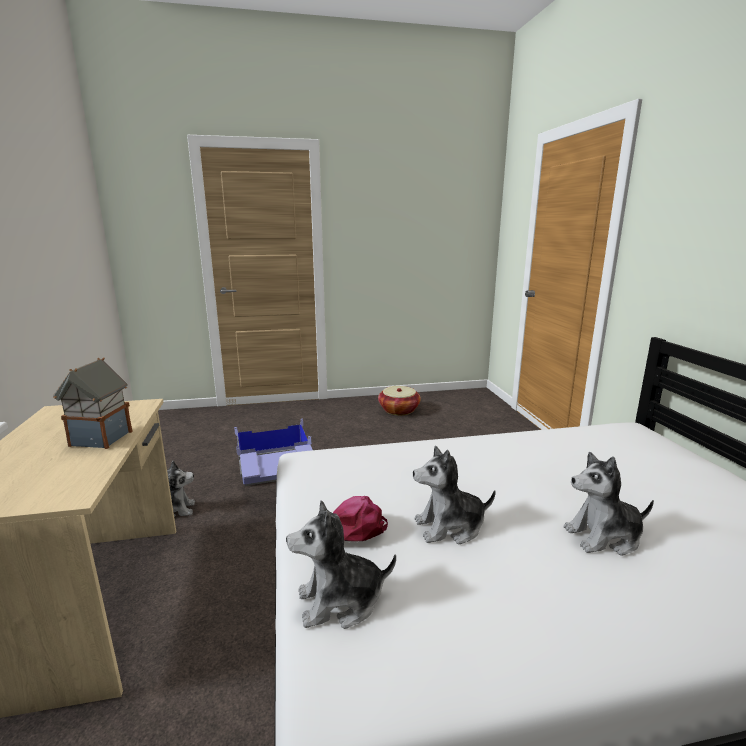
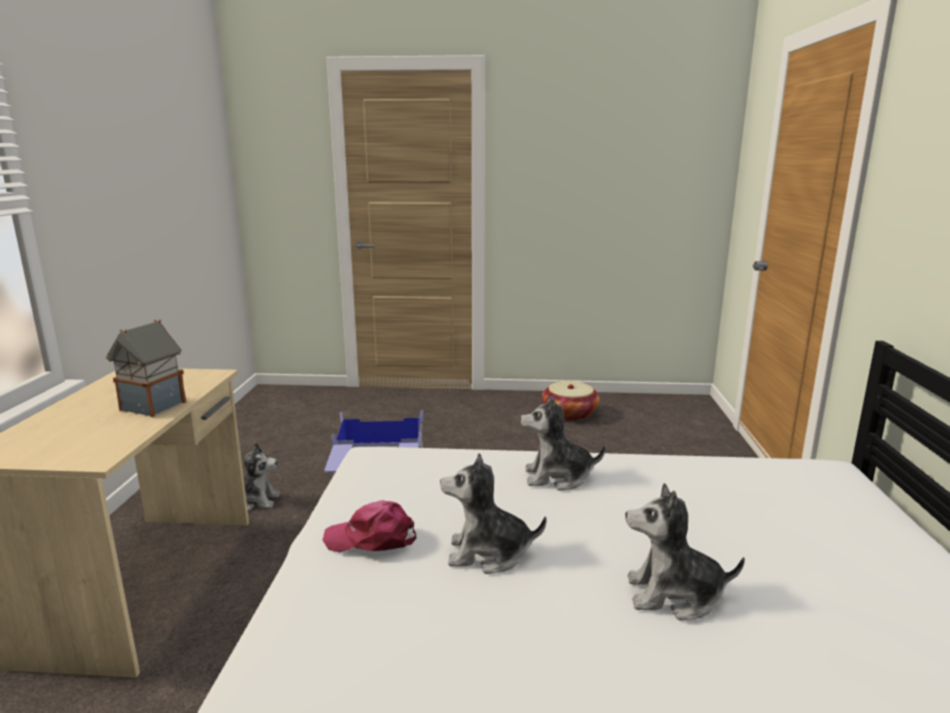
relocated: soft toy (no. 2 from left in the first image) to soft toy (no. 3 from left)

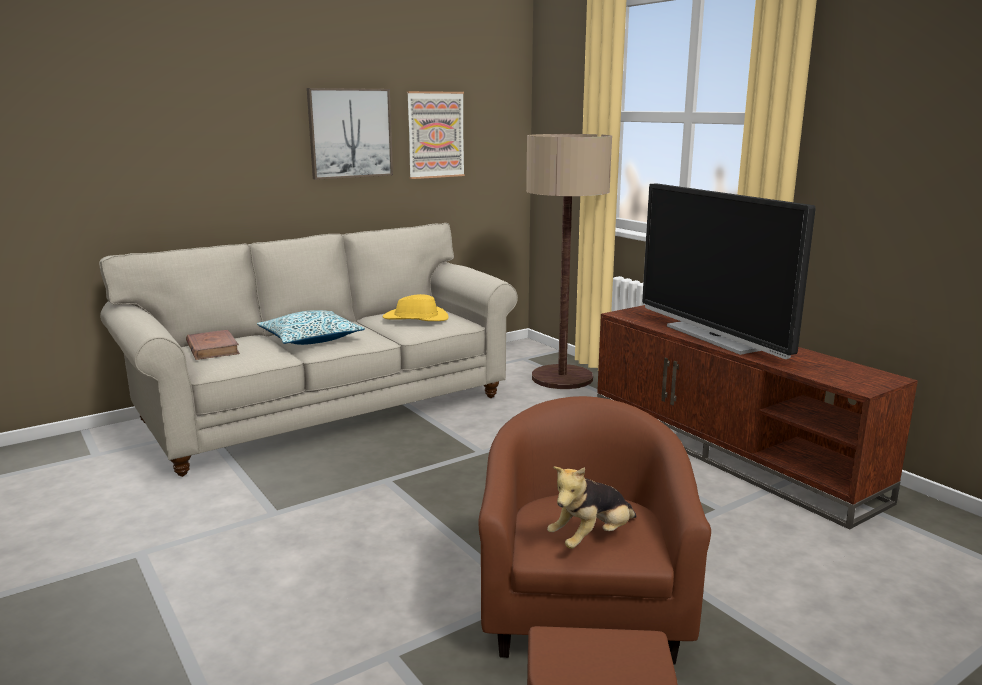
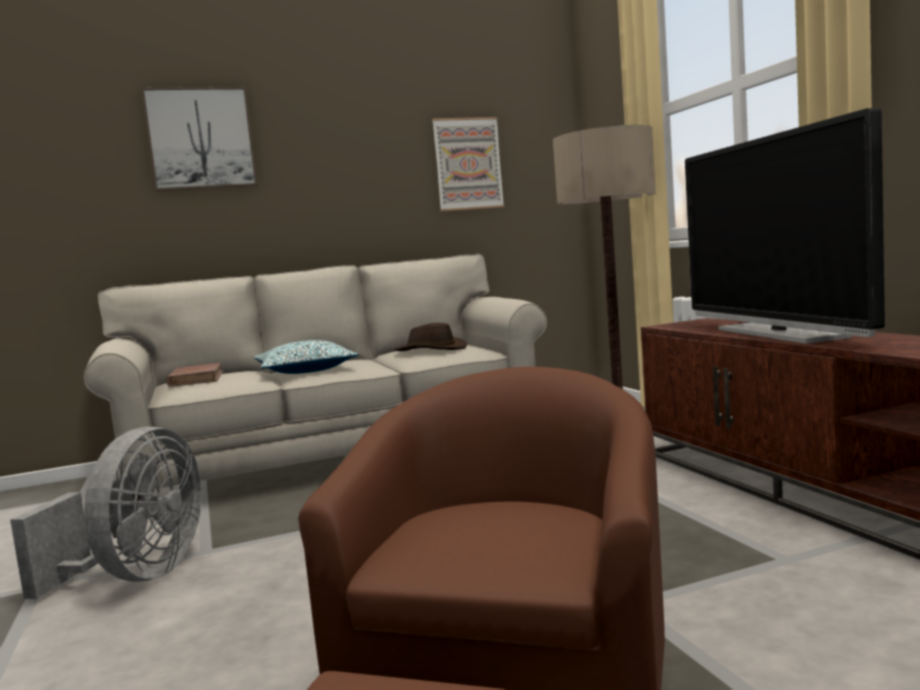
missing: soft toy
appeared: electric fan (gray)
relocated: picture (no. 1 from left)
colour: clothing hat (yellow) to clothing hat (brownish)

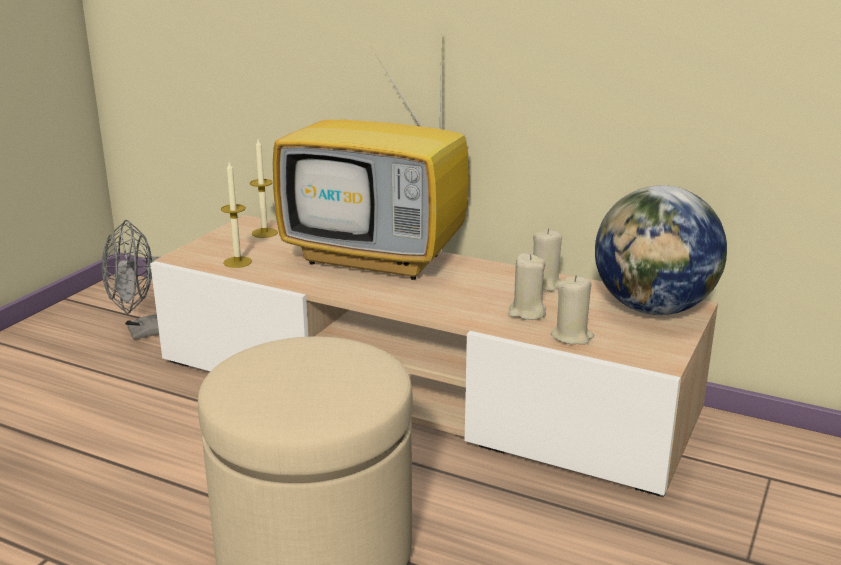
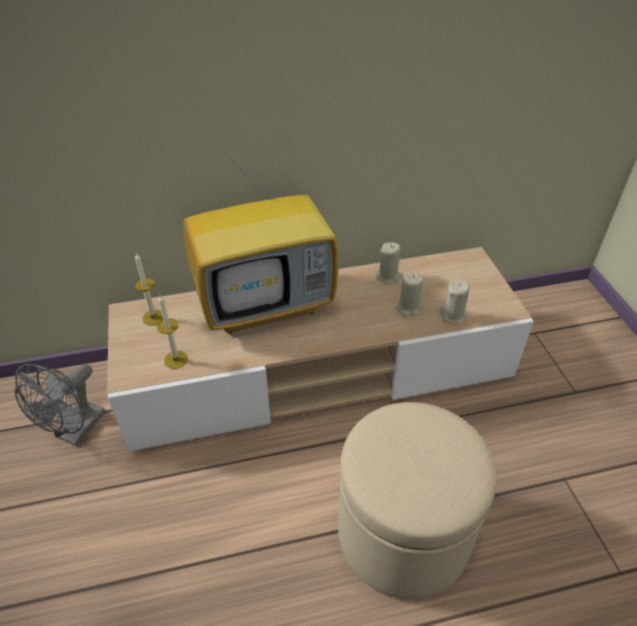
missing: globe

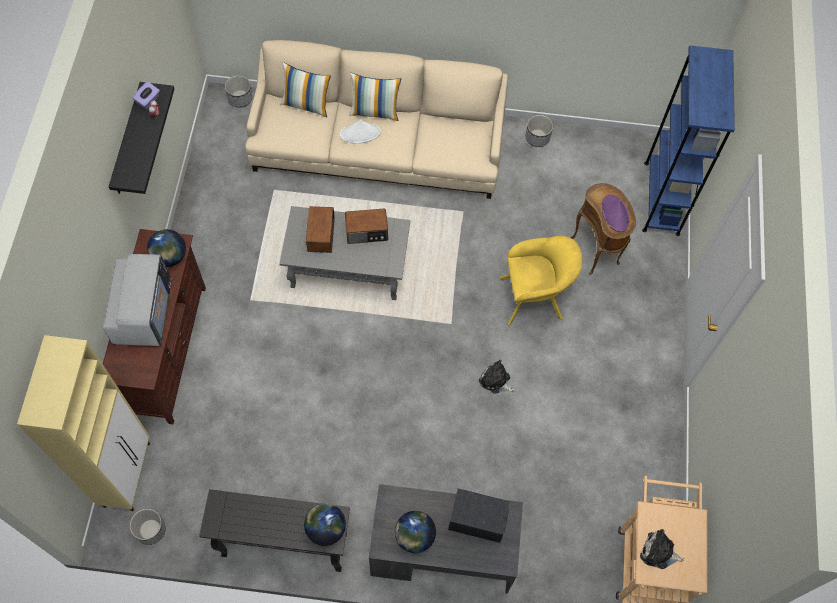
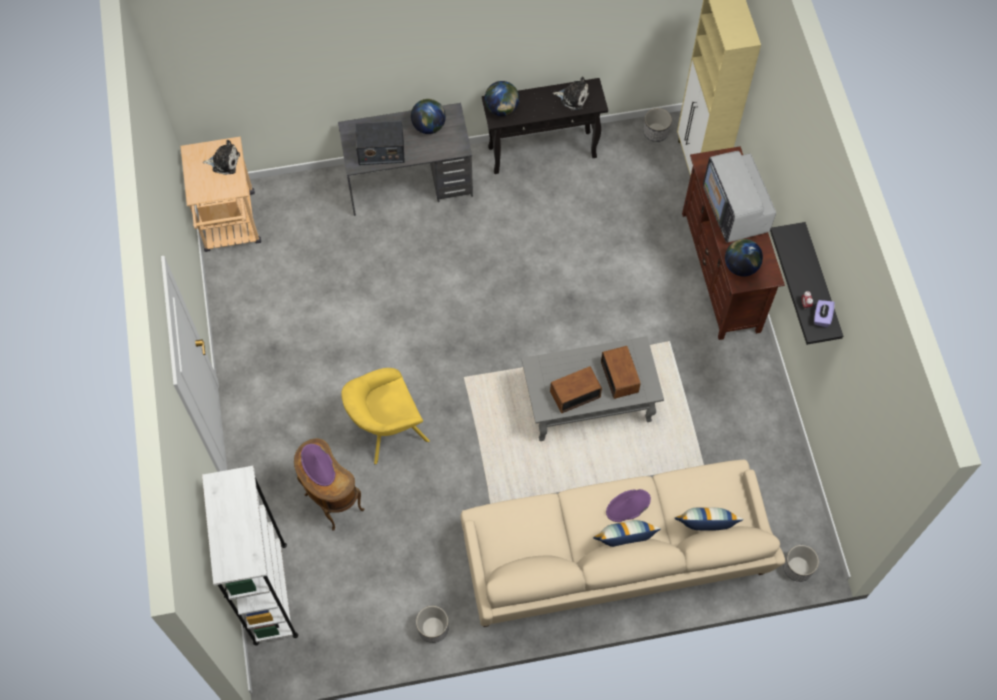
relocated: soft toy (no. 1 from left in the first image) to soft toy (no. 2 from left)
colour: clothing hat (white) to clothing hat (purplish) (no. 2 from left); bookcase (blue) to bookcase (white)

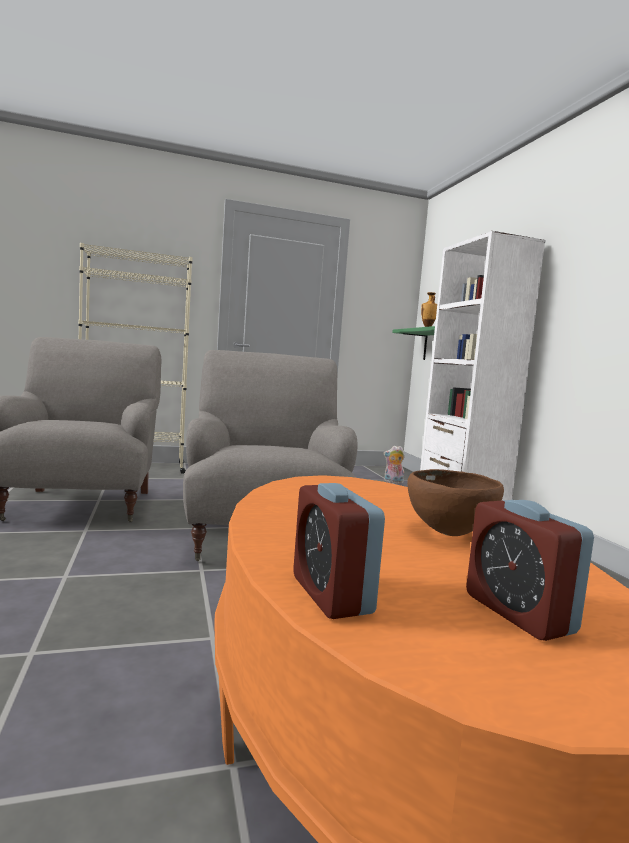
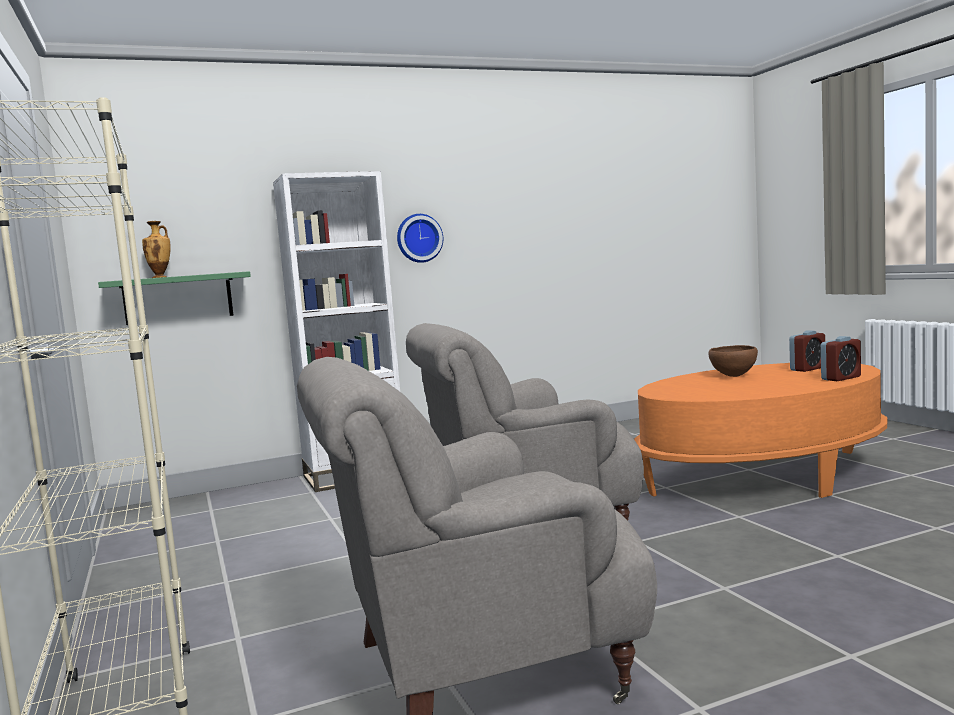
missing: soft toy
appeared: hanging clock

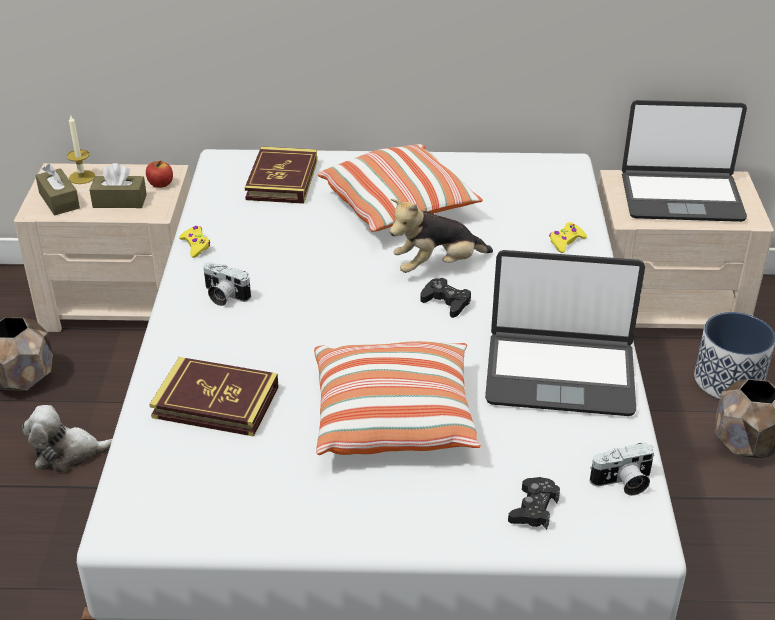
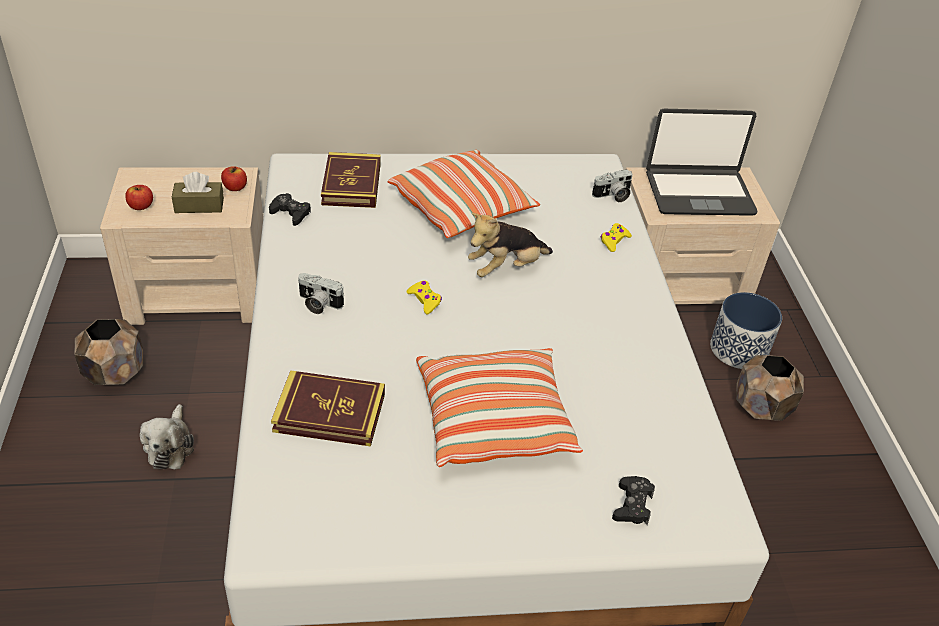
missing: candle; laptop (no. 1 from left)
relocated: game controller (yellow) (no. 1 from left); game controller (blackish) (no. 1 from left); photo camera (no. 2 from left)
exchanged: tissue holder (brownish) (no. 1 from left) to apple (no. 1 from left)
spun: soft toy (no. 1 from left) 75 degrees counterclockwise

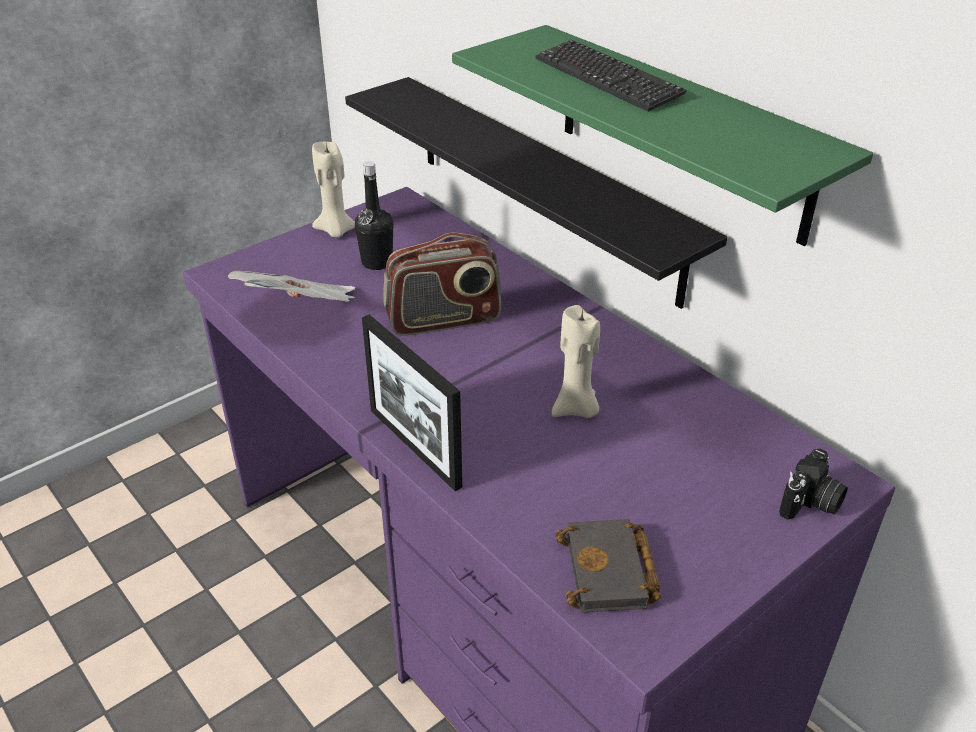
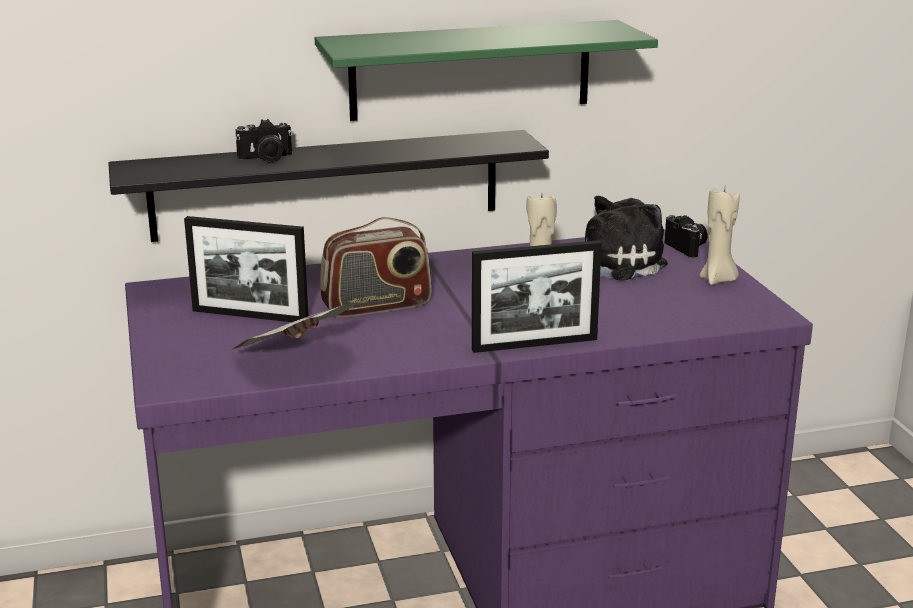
missing: computer keyboard; bound book (blackish)
appeared: photo camera (no. 1 from left); soft toy
relocated: candle (beige) (no. 1 from left in the first image) to candle (beige) (no. 2 from left)
exchanged: bottle (blackish) to standing frame (no. 1 from left)
spun: radio set 60 degrees clockwise

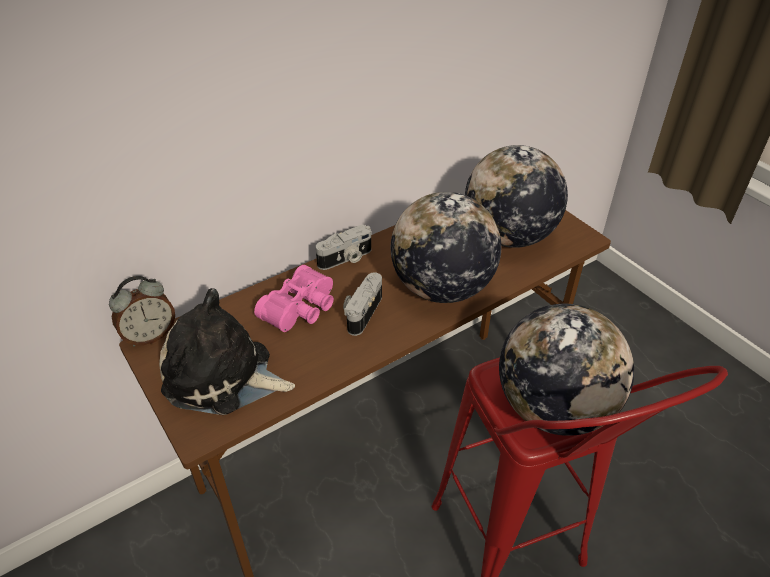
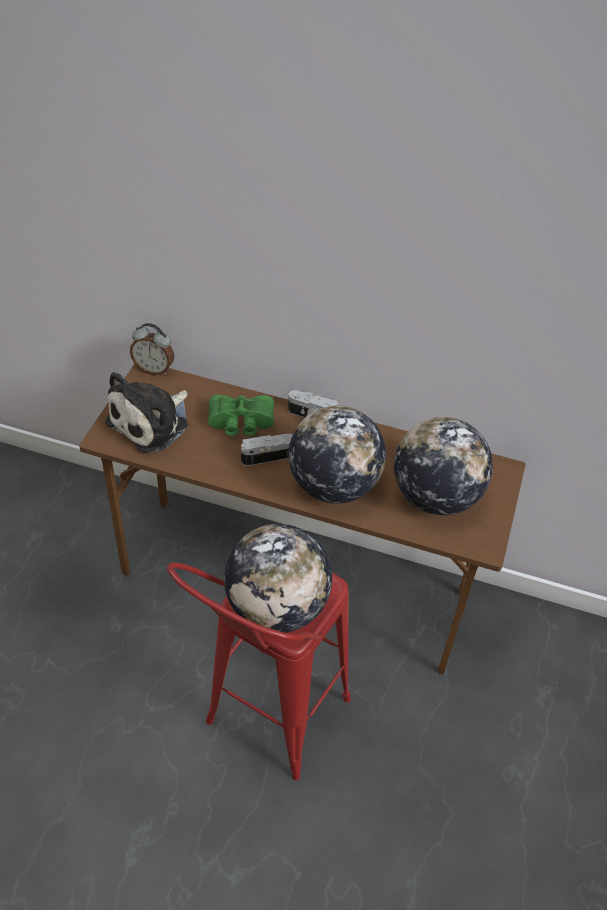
colour: binoculars (pinkish) to binoculars (green-coloured)
spun: soft toy 120 degrees counterclockwise

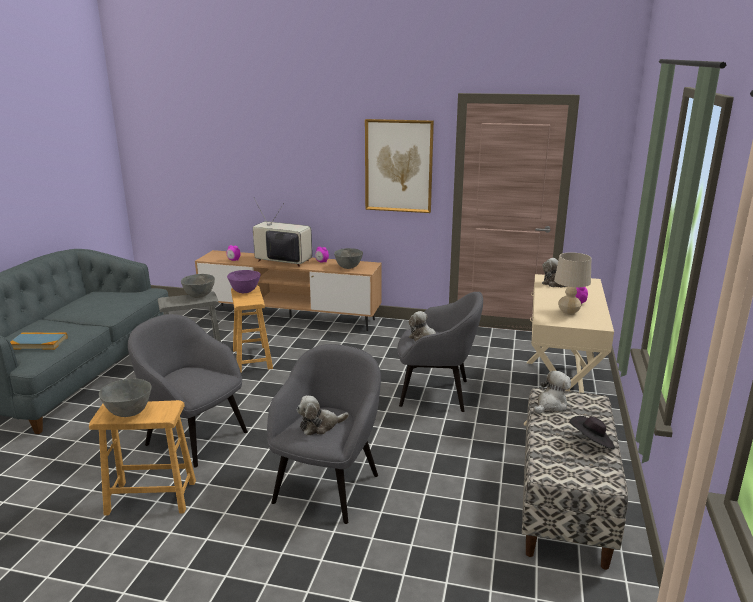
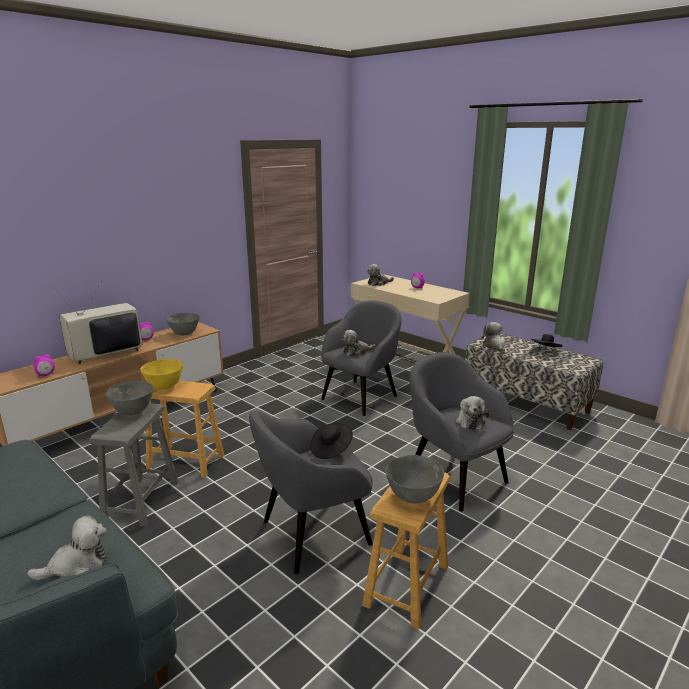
missing: picture; lamp for a table (beige)
appeared: clothing hat (blackish) (no. 1 from left)
exchanged: bound book to soft toy (no. 1 from left)
colour: serving bowl (purplish) to serving bowl (yellow)

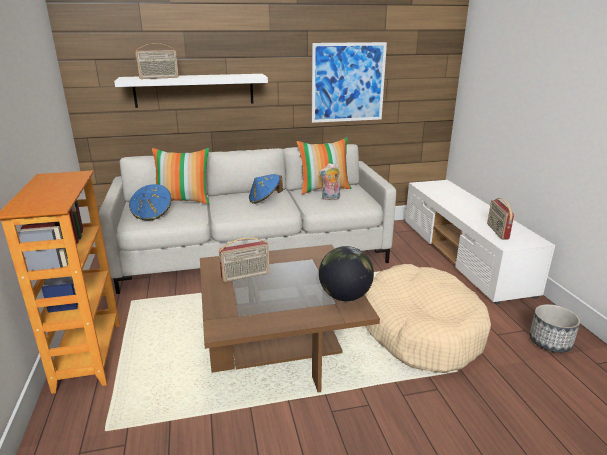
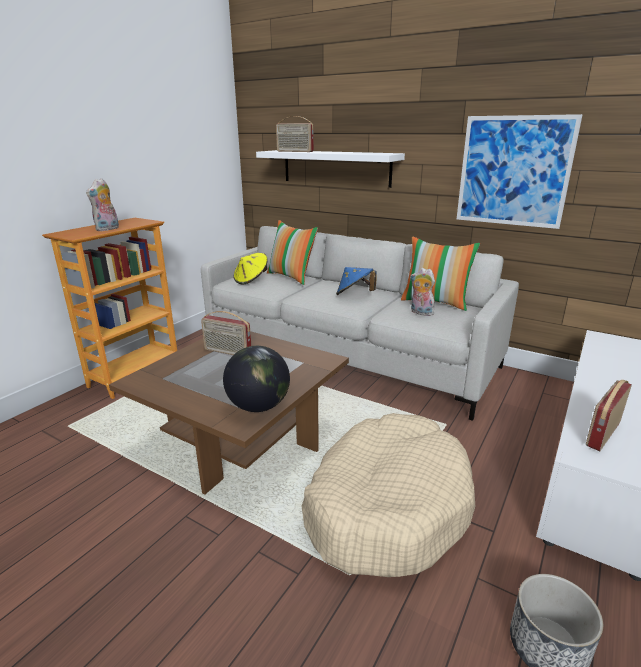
appeared: soft toy (no. 1 from left)
colour: clothing hat (blue) (no. 1 from left) to clothing hat (yellow)

